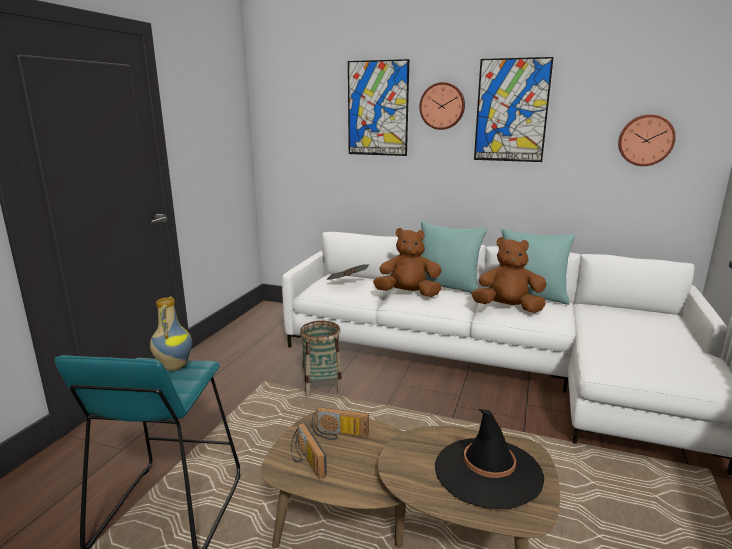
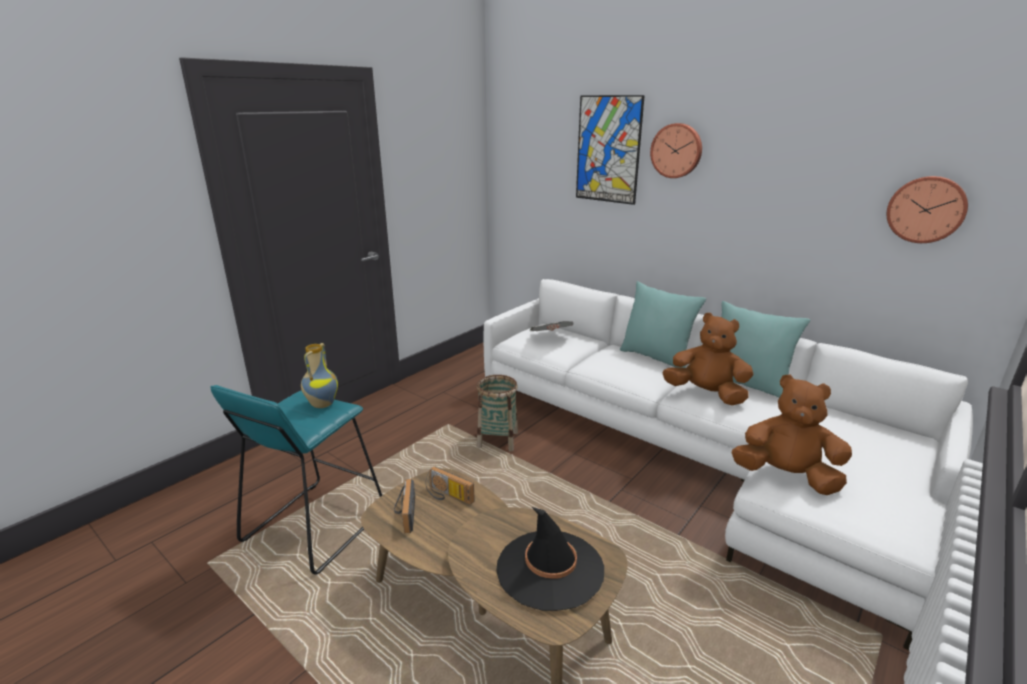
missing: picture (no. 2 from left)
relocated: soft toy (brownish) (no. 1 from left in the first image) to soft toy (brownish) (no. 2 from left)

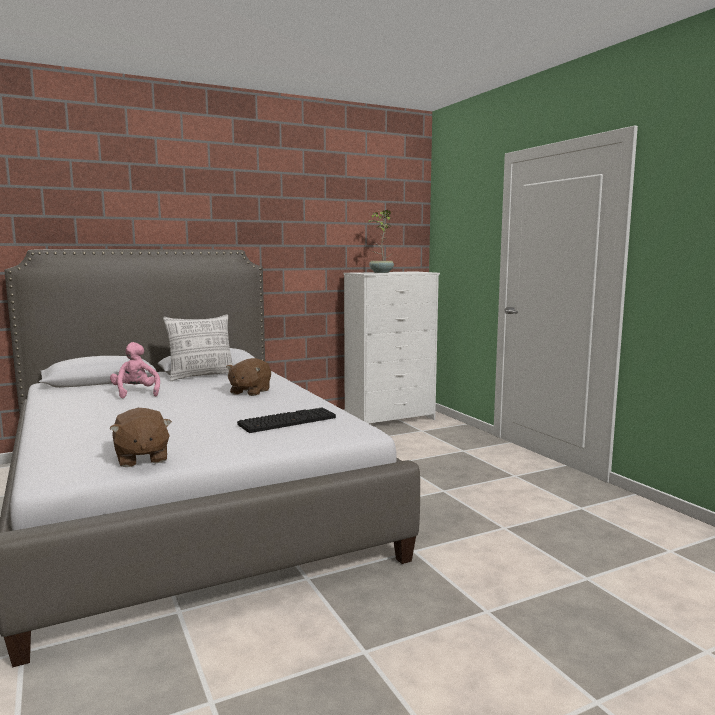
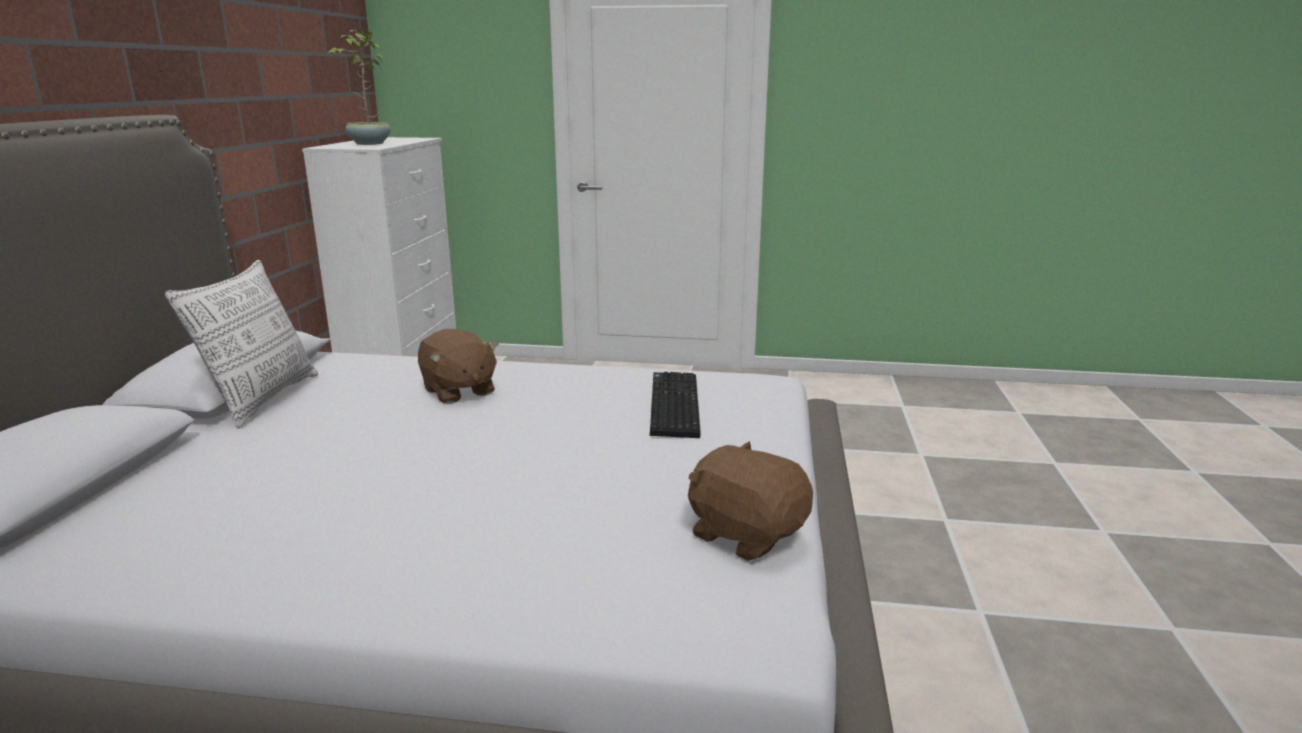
missing: soft toy (pinkish)
spun: soft toy (brownish) (no. 1 from left in the first image) 150 degrees counterclockwise

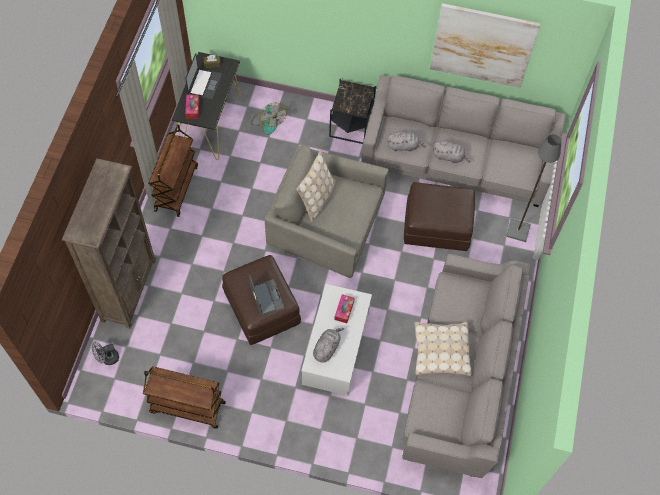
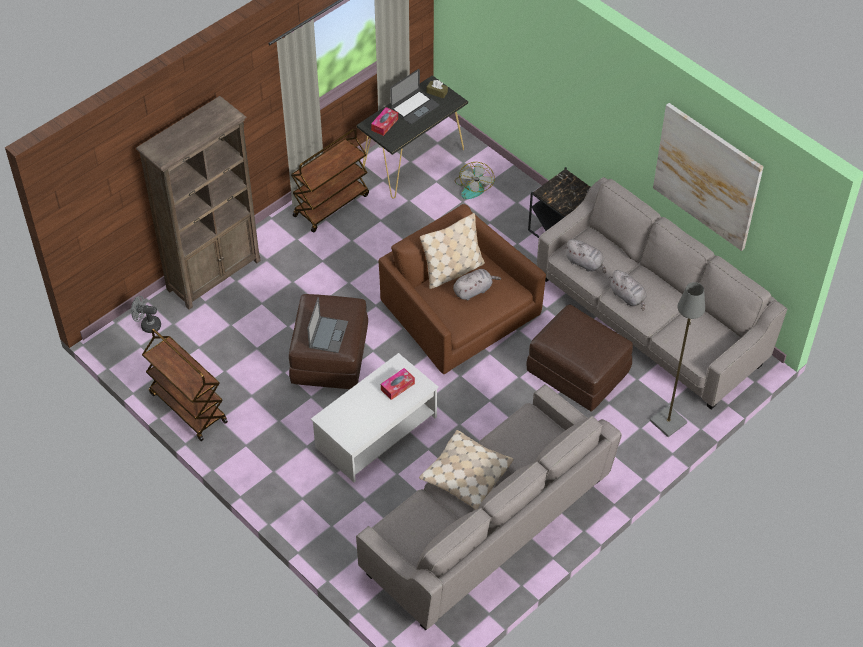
relocated: soft toy (gray) (no. 1 from left)
colour: easy chair (gray) to easy chair (brownish)

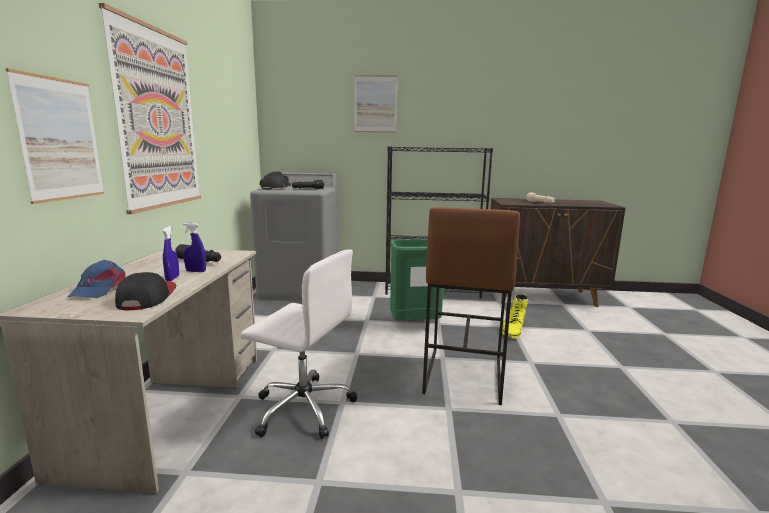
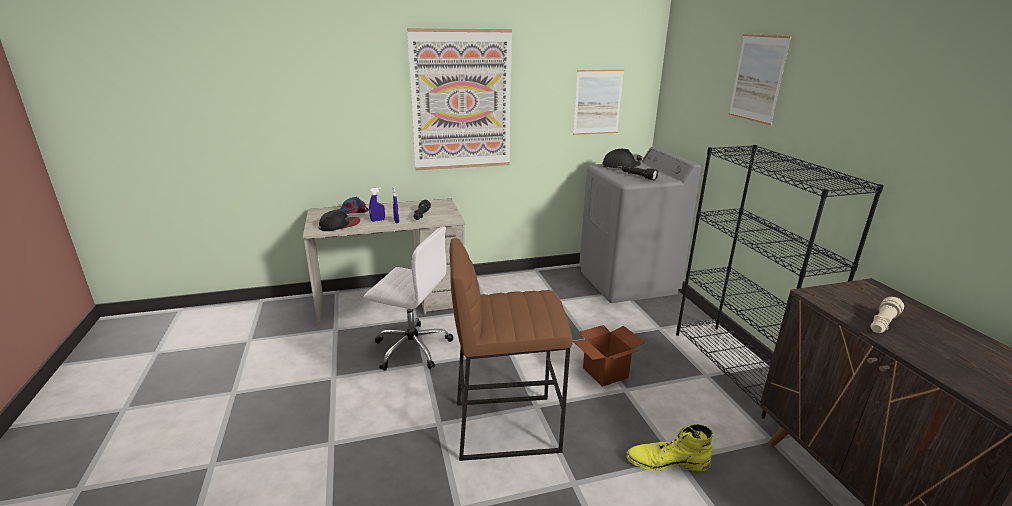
relocated: picture (no. 1 from left in the first image) to picture (no. 2 from left)
exchanged: rubbish bin (green-coloured) to packing box
spun: office chair (white) 75 degrees counterclockwise

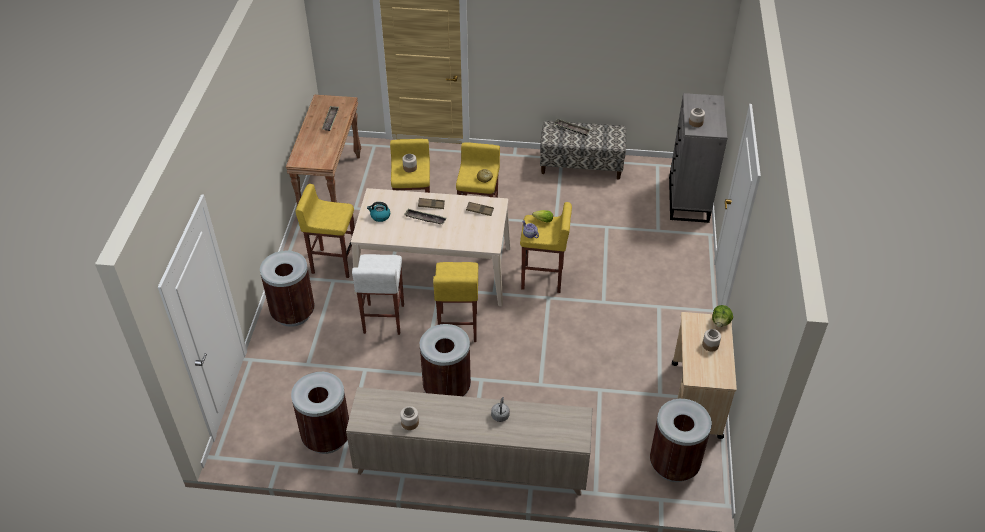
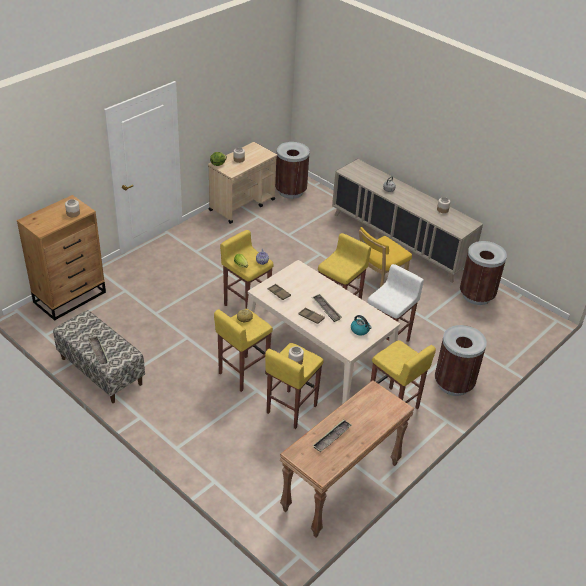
exchanged: rubbish bin (brownish) (no. 3 from left) to plain chair (yellow)
colour: drawer chest (gray) to drawer chest (brownish)

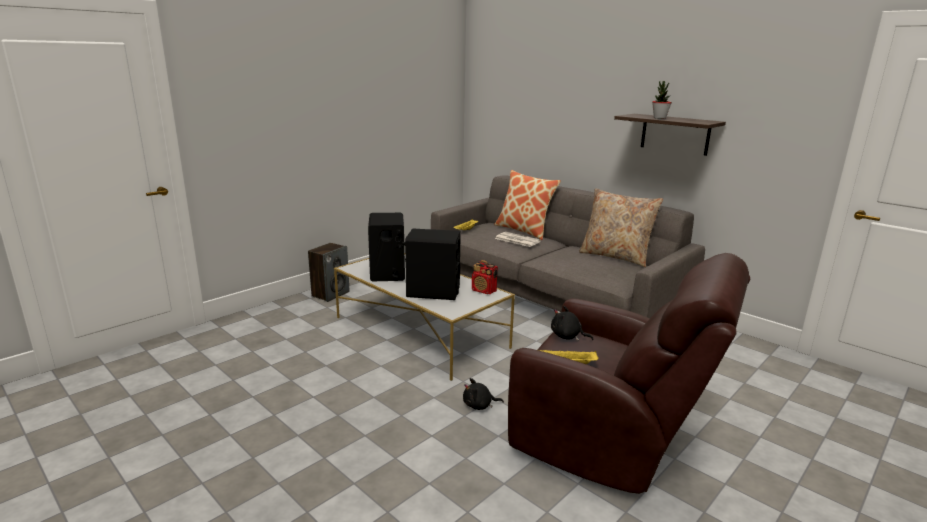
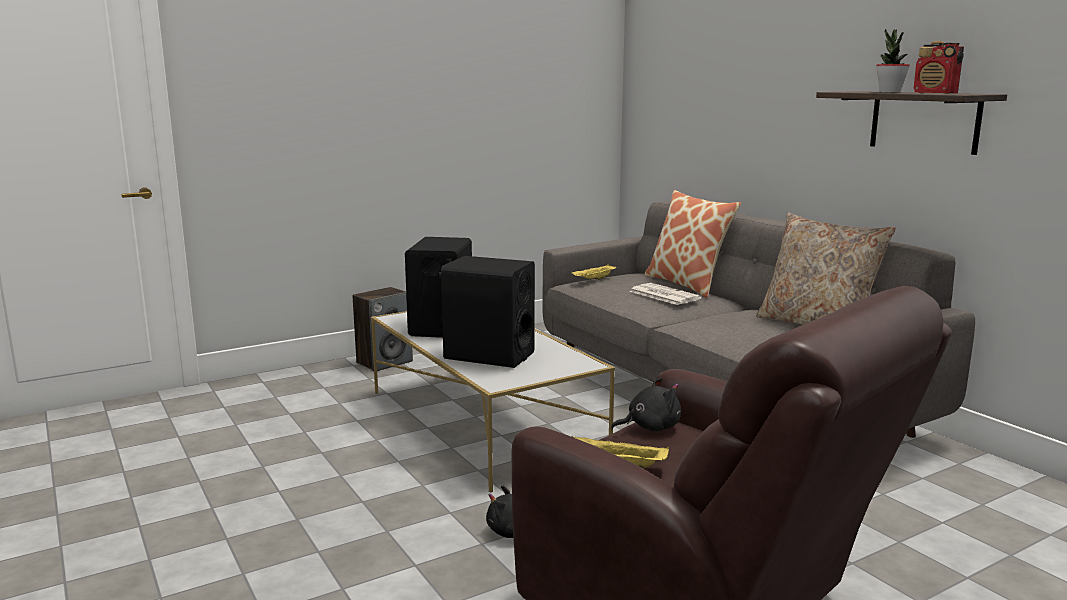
relocated: radio set
spun: soft toy (blackish) (no. 2 from left) 120 degrees clockwise

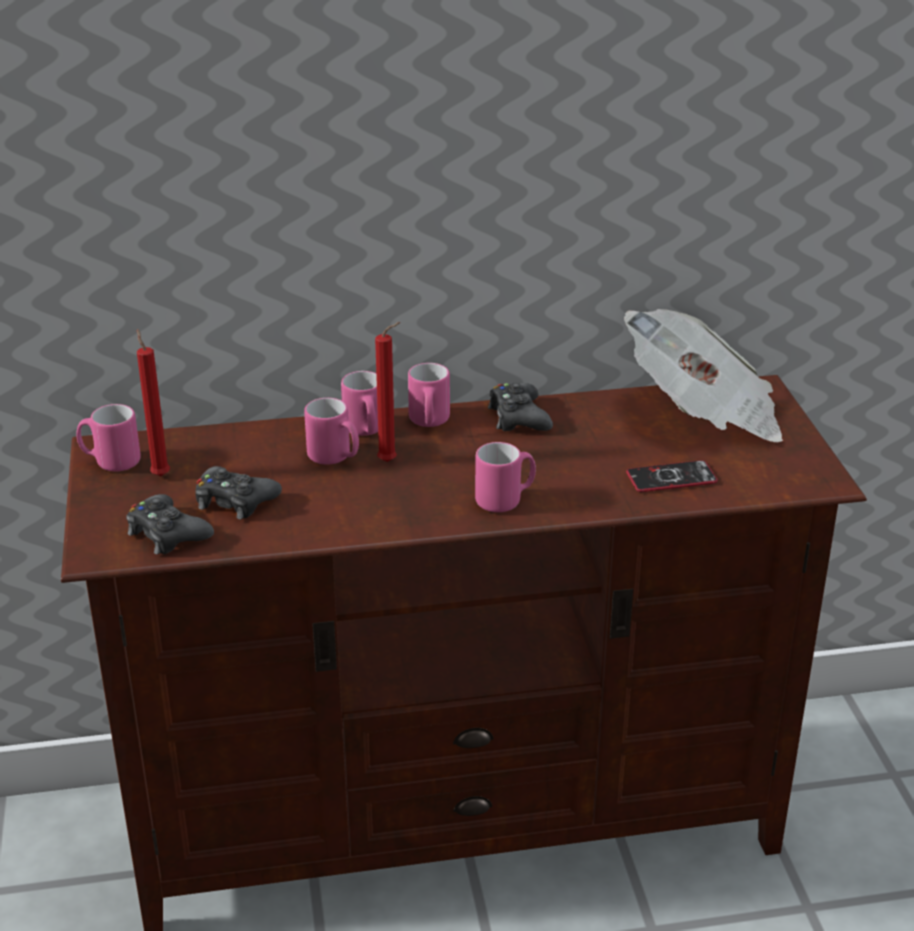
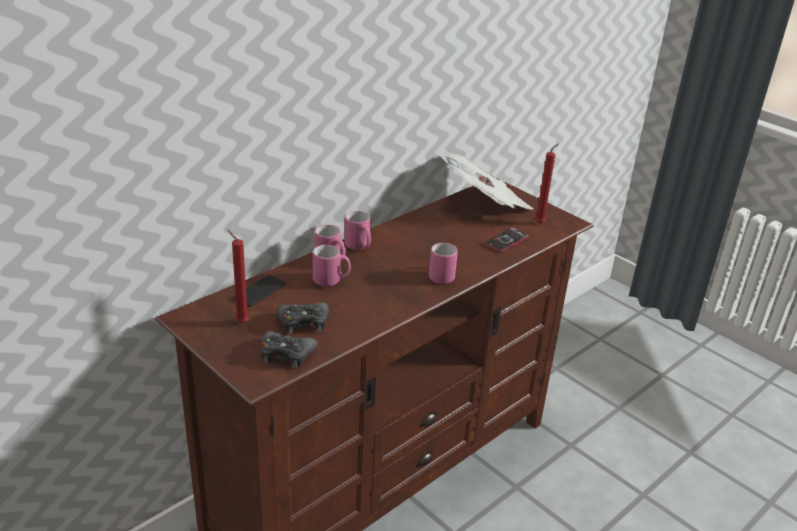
missing: coffee mug (pinkish) (no. 1 from left); game controller (blackish) (no. 3 from left)
appeared: telephone (no. 1 from left)
relocated: candle (red-coloured) (no. 2 from left)

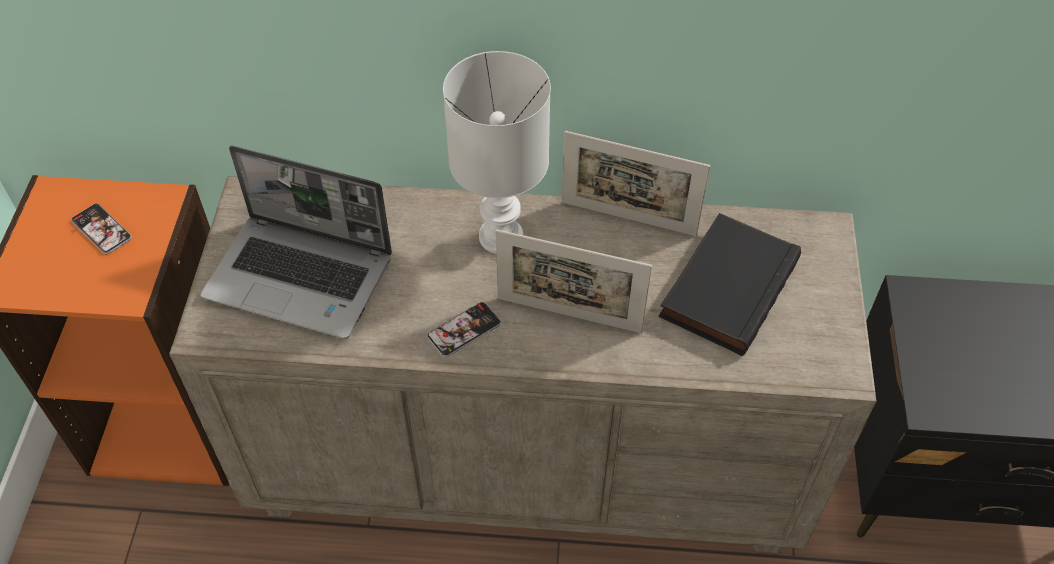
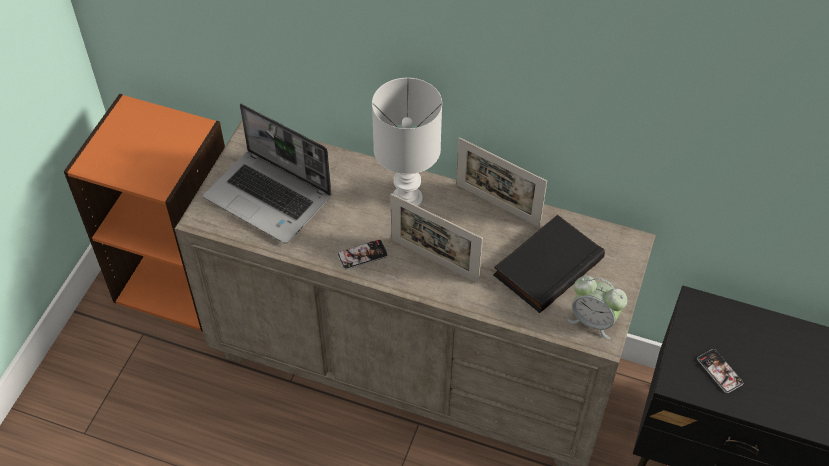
appeared: alarm clock
relocated: telephone (no. 1 from left in the first image) to telephone (no. 2 from left)

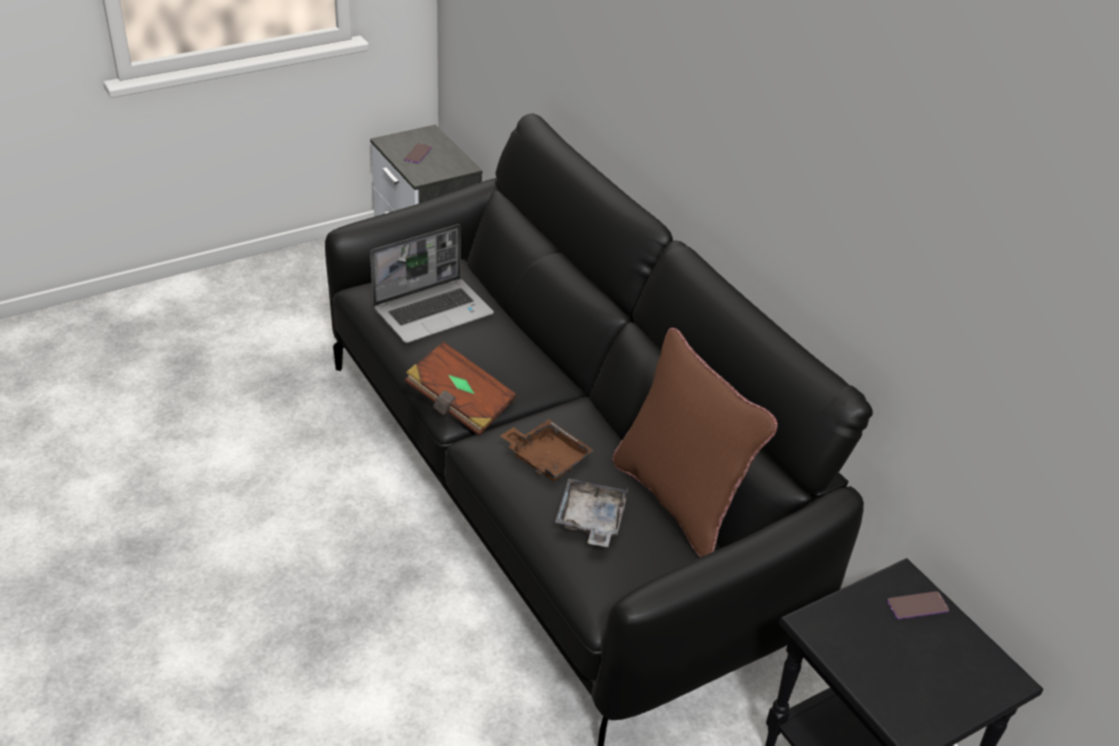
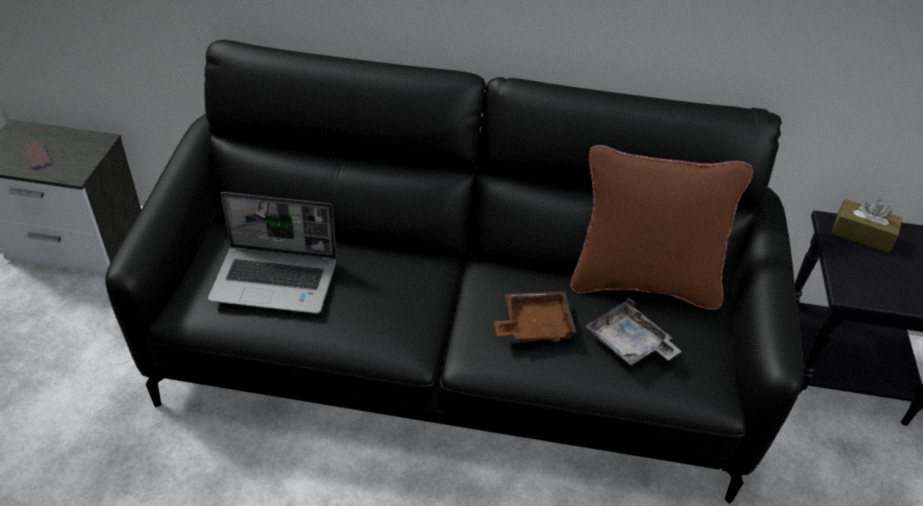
missing: bound book (brownish)
exchanged: telephone (no. 2 from left) to tissue holder (brownish)
spun: laptop 90 degrees clockwise

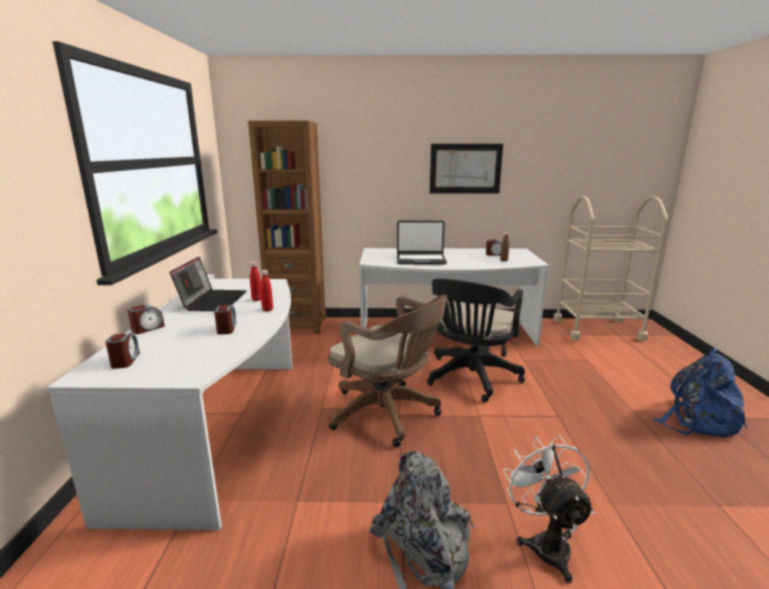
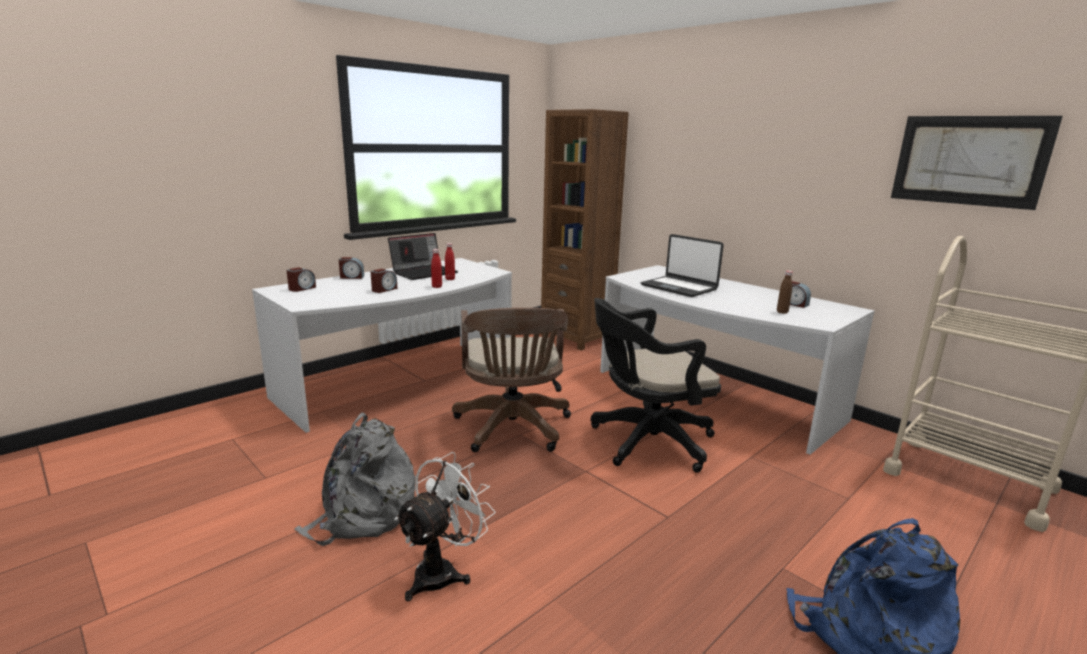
relocated: picture

